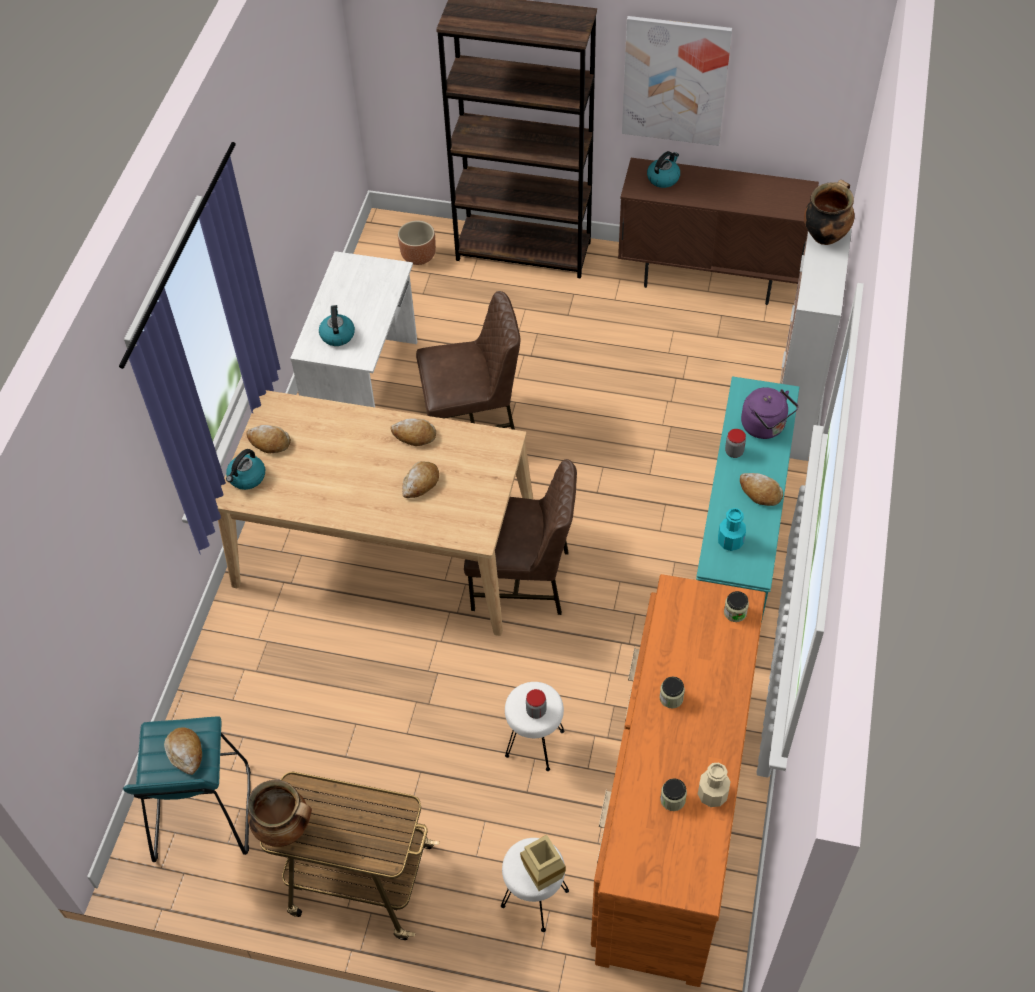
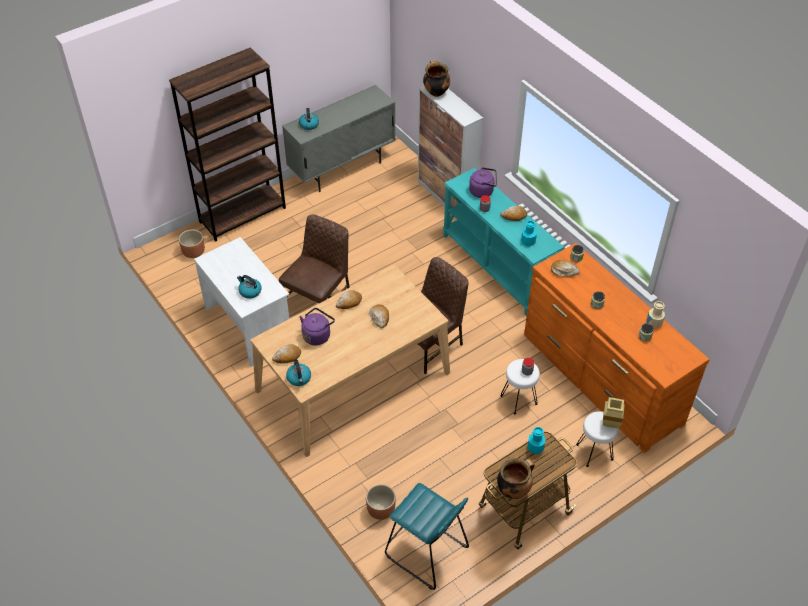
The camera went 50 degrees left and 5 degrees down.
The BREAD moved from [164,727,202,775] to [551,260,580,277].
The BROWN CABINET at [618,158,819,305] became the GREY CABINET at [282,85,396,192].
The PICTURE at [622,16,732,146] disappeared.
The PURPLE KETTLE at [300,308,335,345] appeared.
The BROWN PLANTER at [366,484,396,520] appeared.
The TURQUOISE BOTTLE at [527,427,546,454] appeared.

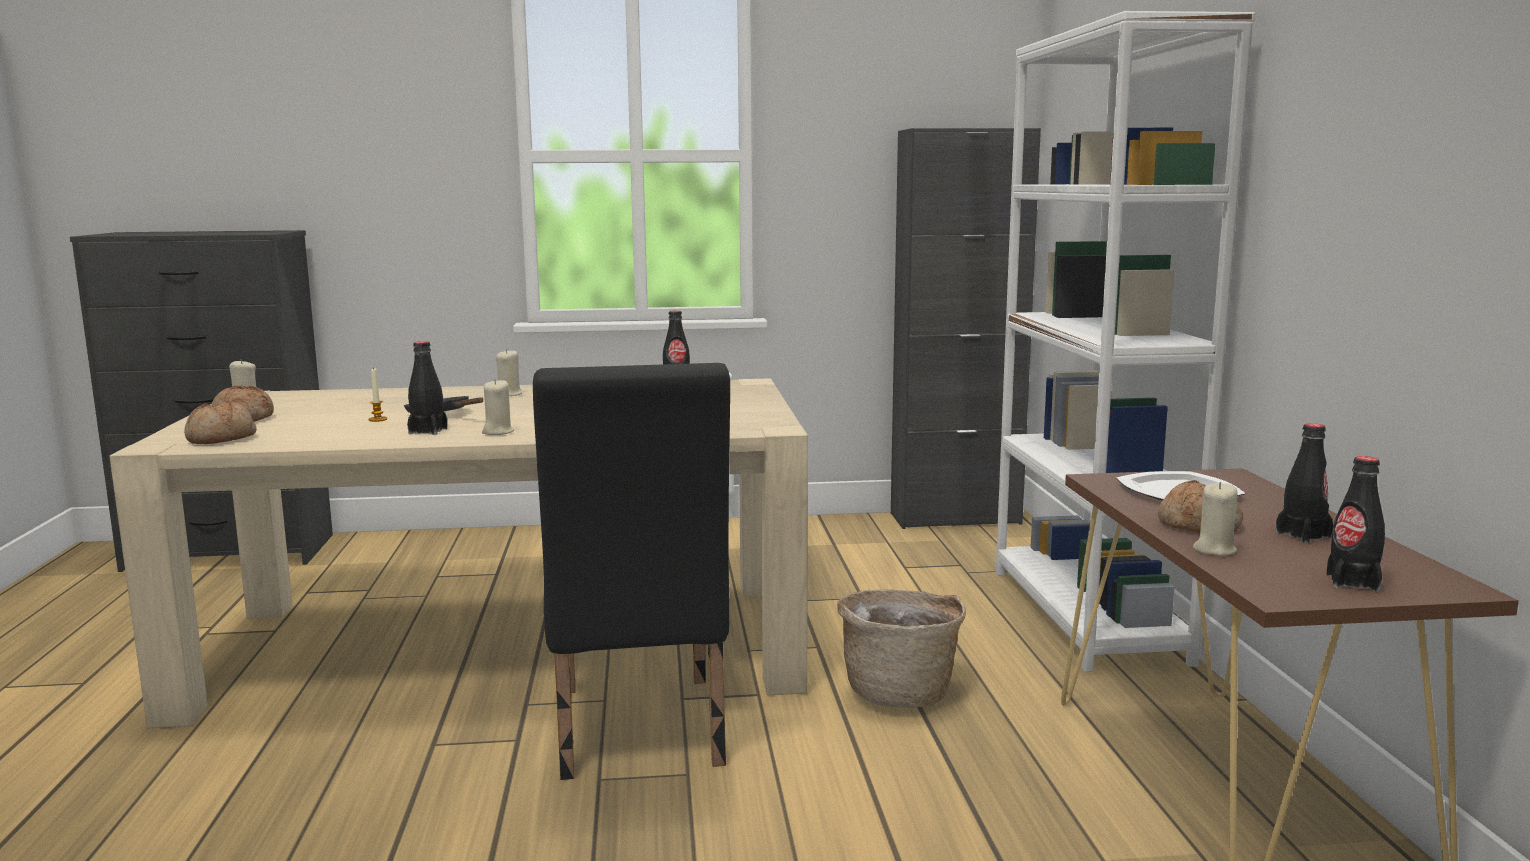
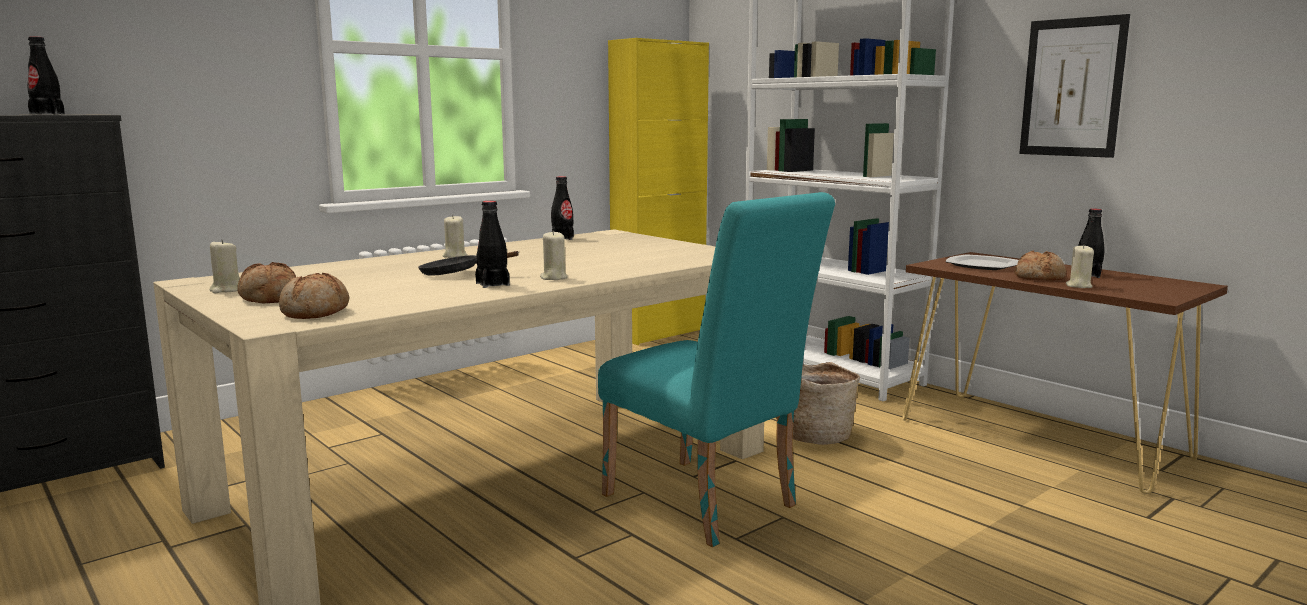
The camera went 35 degrees left and 0 degrees up.
The CANDLE at [368,367,387,422] disappeared.
The BLACK CHAIR at [533,363,730,780] became the TURQUOISE CHAIR at [598,192,835,547].
The BLACK CABINET at [891,128,1041,529] became the YELLOW CABINET at [608,38,709,345].
The BLACK BOTTLE moved from [1326,456,1385,592] to [27,36,65,114].
The PICTURE at [1019,14,1130,158] appeared.

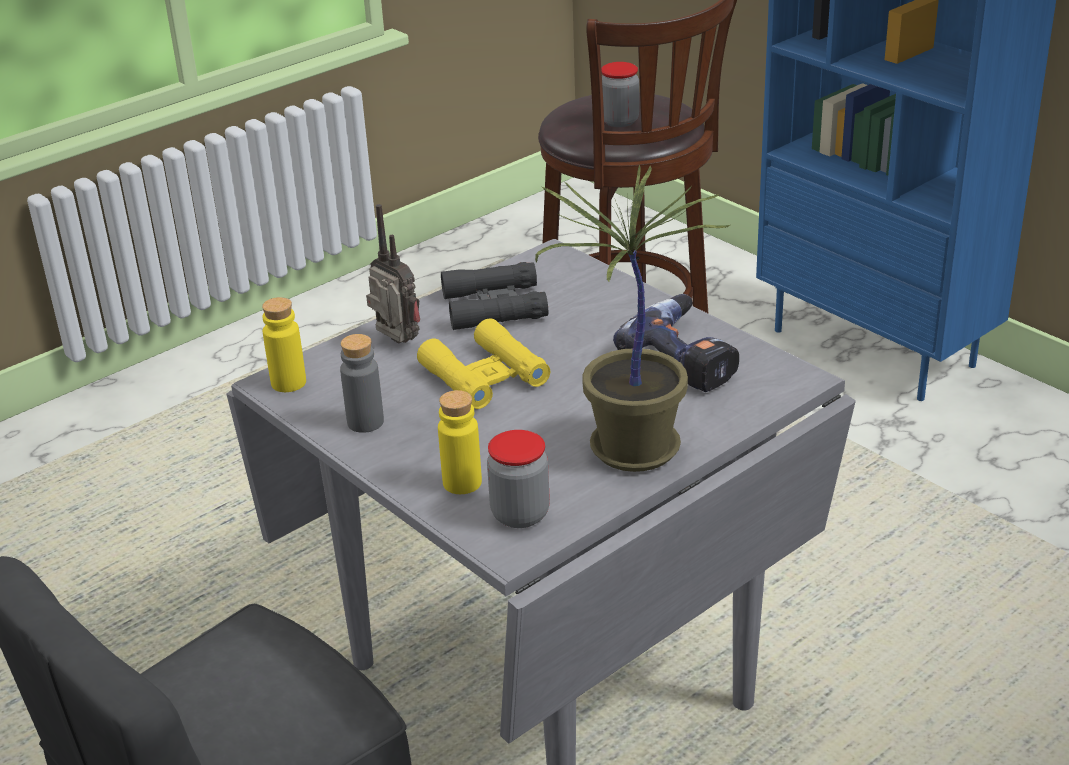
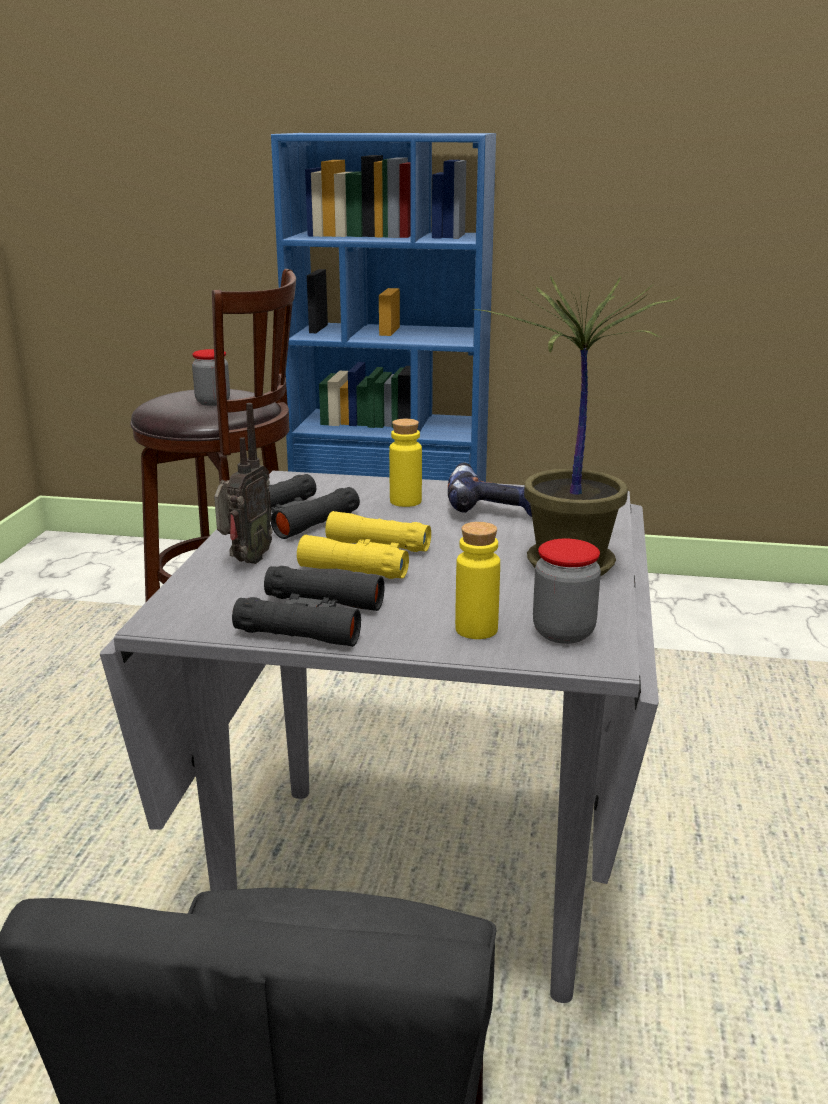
The camera went 40 degrees left and 10 degrees down.
The YELLOW BOTTLE moved from [262,297,306,392] to [389,419,422,507].
The GREY BOTTLE at [340,334,384,433] was replaced by the BLACK BINOCULARS at [232,566,384,647].
The RADIO at [366,204,420,343] turned 105 degrees clockwise.

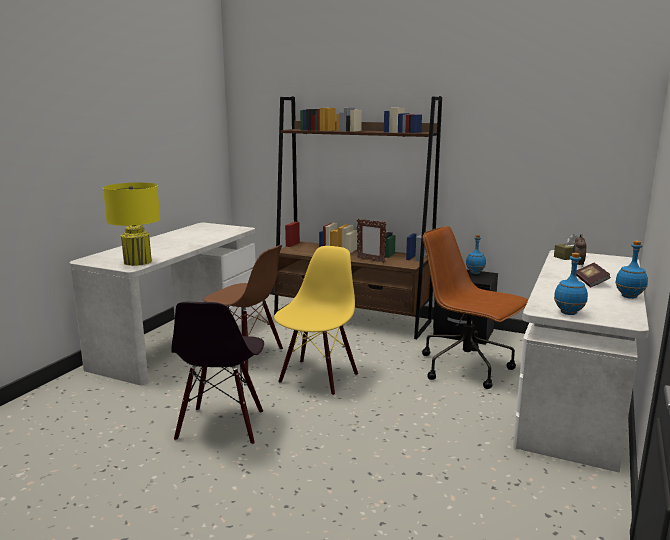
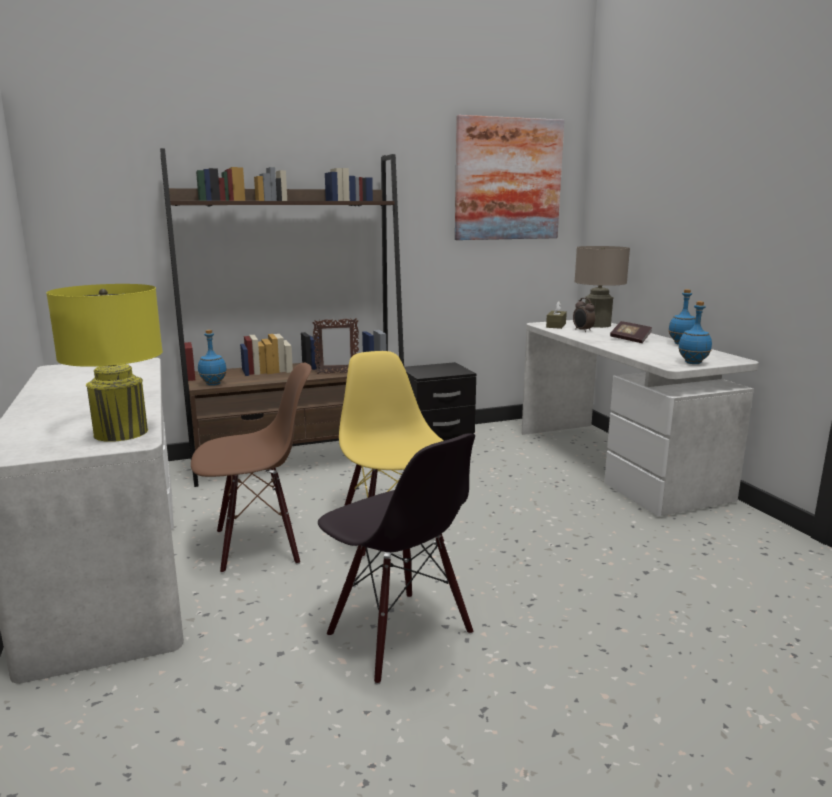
The camera went 45 degrees left and 0 degrees up.
The BROWN OFFICE CHAIR at [422,226,528,389] disappeared.
The BLUE BOTTLE moved from [466,235,486,274] to [198,330,227,386].
The PICTURE at [455,115,564,240] appeared.
The BEIGE TABLE LAMP at [574,246,630,328] appeared.

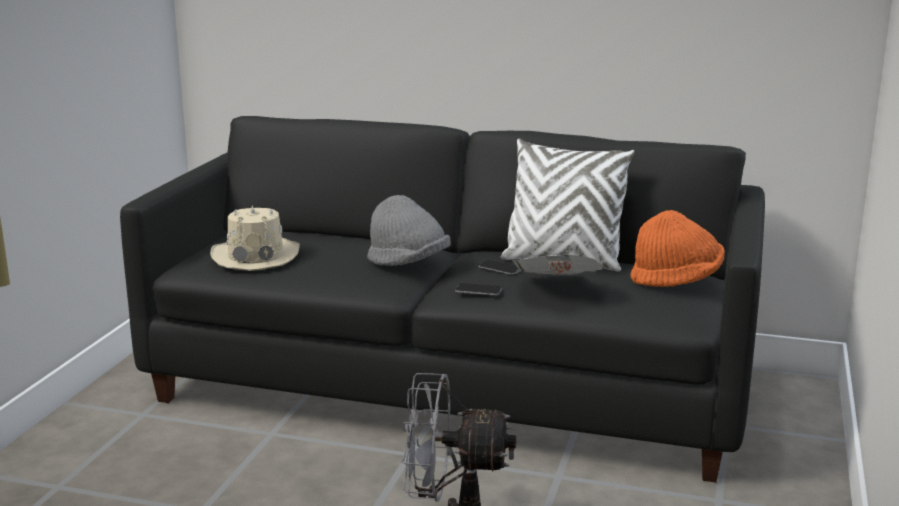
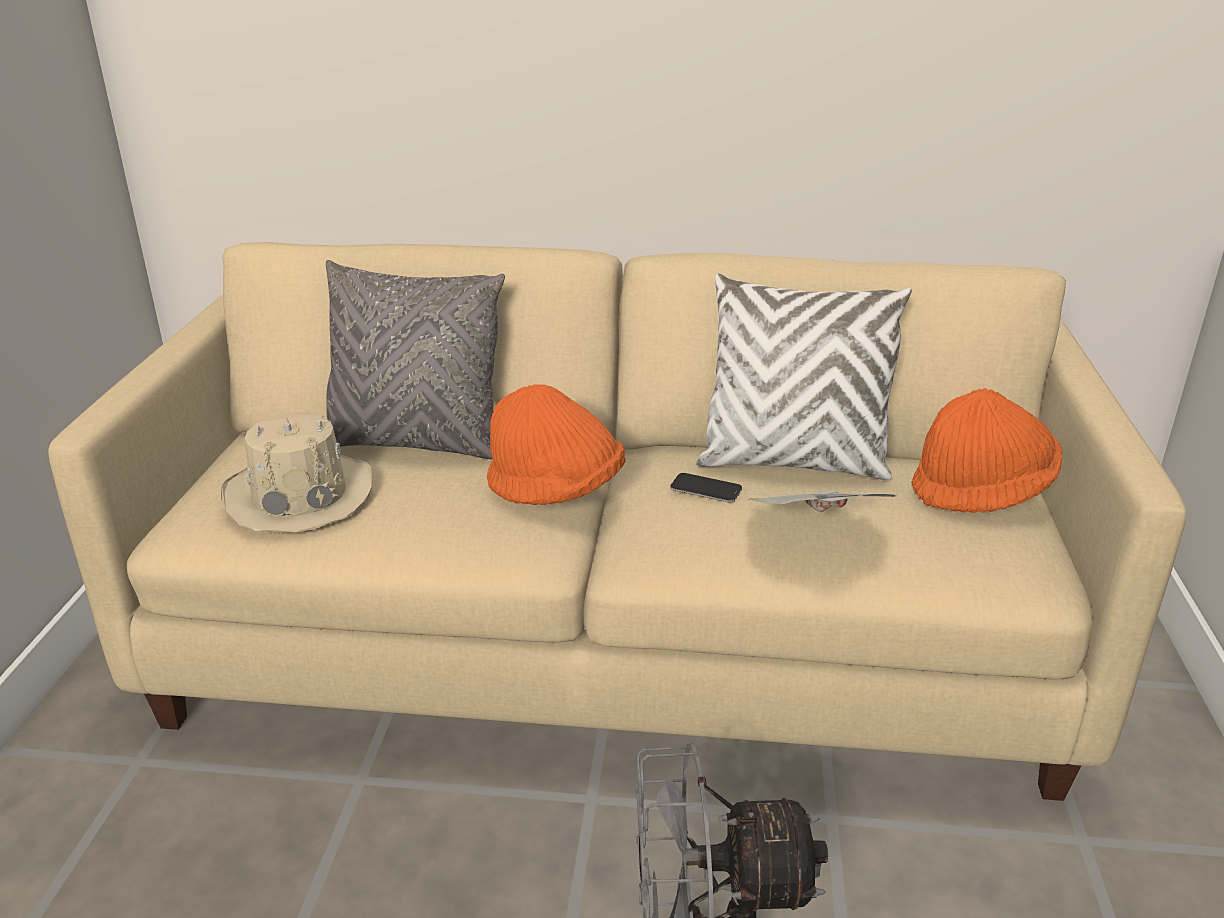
The camera went 10 degrees left and 10 degrees up.
The BLACK SOFA at [120,116,765,483] became the BEIGE SOFA at [48,242,1186,801].
The GREY HAT at [367,195,451,266] became the ORANGE HAT at [486,384,626,505].
The PHONE at [455,283,502,295] disappeared.
The GREY PILLOW at [326,260,505,460] appeared.

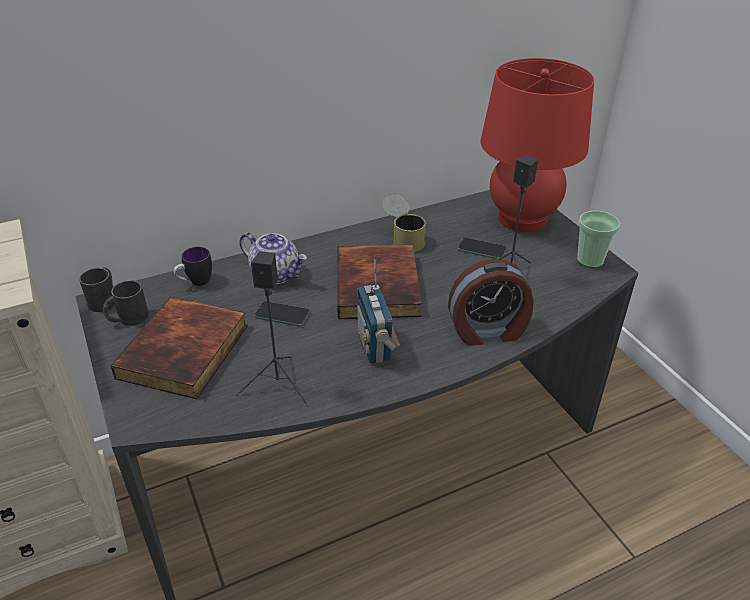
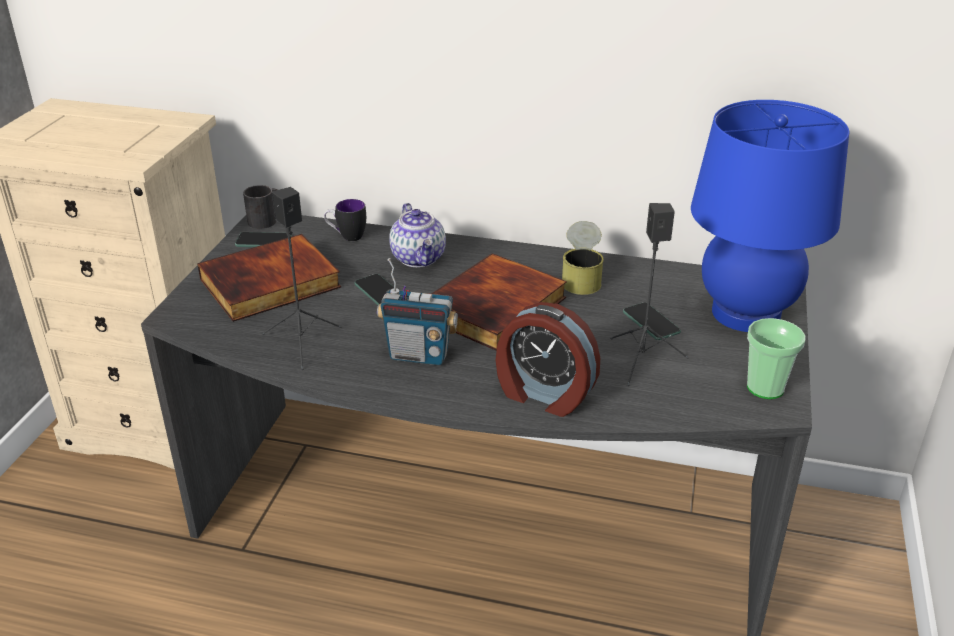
The camera went 40 degrees right and 5 degrees down.
The BLACK MUG at [103,280,149,326] was replaced by the PHONE at [235,232,292,247].
The RADIO at [357,259,400,363] turned 105 degrees counterclockwise.
The RED TABLE LAMP at [481,58,594,232] became the BLUE TABLE LAMP at [691,100,849,332].

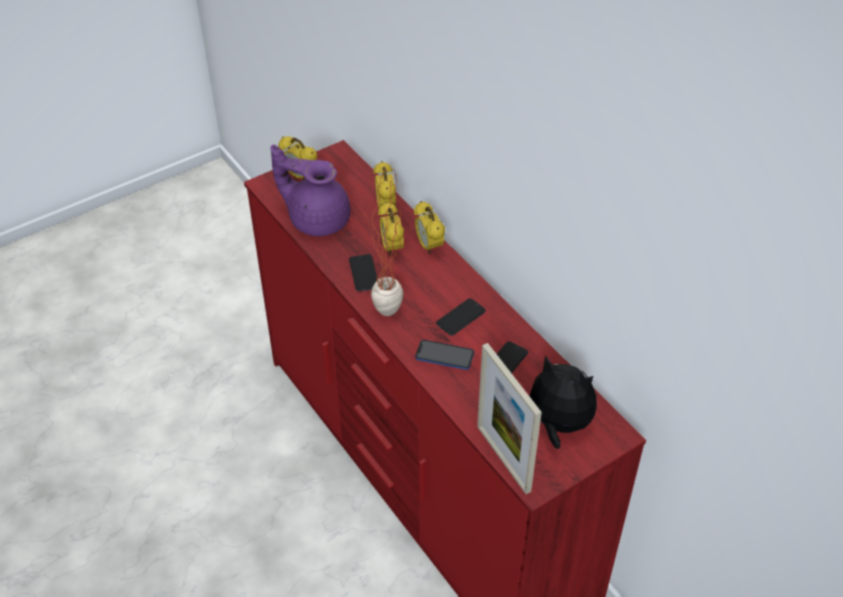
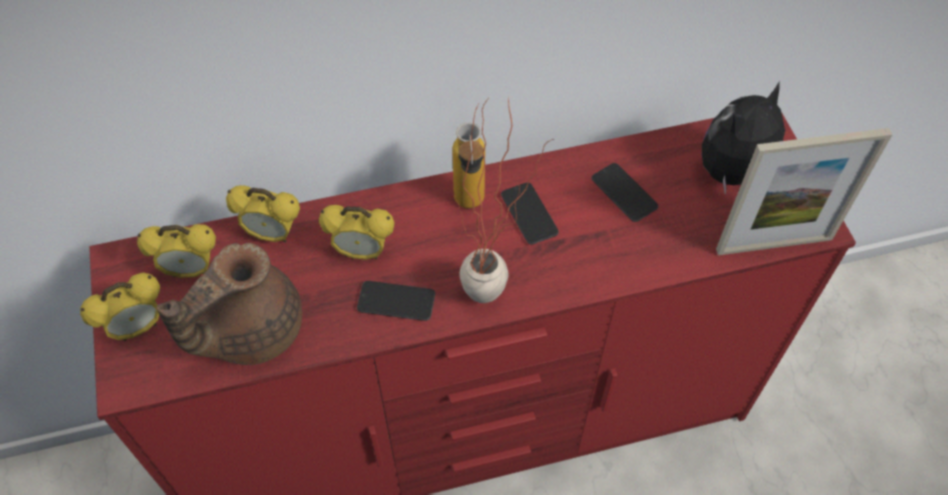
The camera went 70 degrees left and 10 degrees up.
The PURPLE TEAPOT at [270,145,351,236] became the BROWN TEAPOT at [156,243,302,365].
The ALARM CLOCK moved from [414,201,445,254] to [137,224,216,278].
The PHONE at [415,340,474,370] disappeared.
The BOTTLE at [452,122,485,208] appeared.

